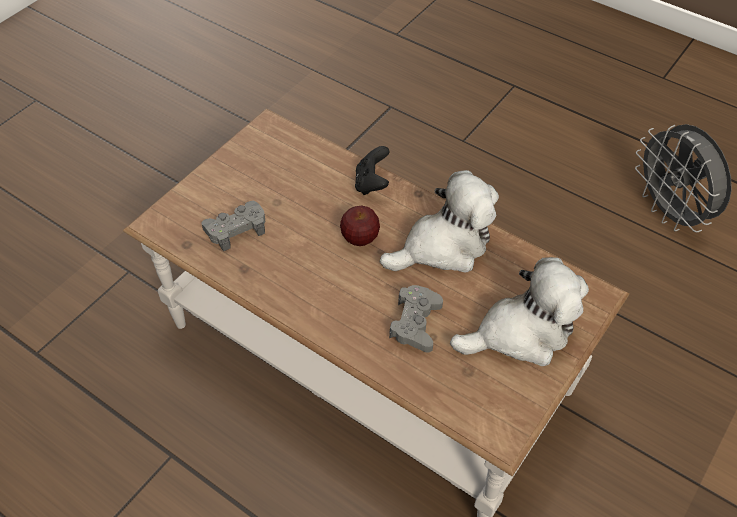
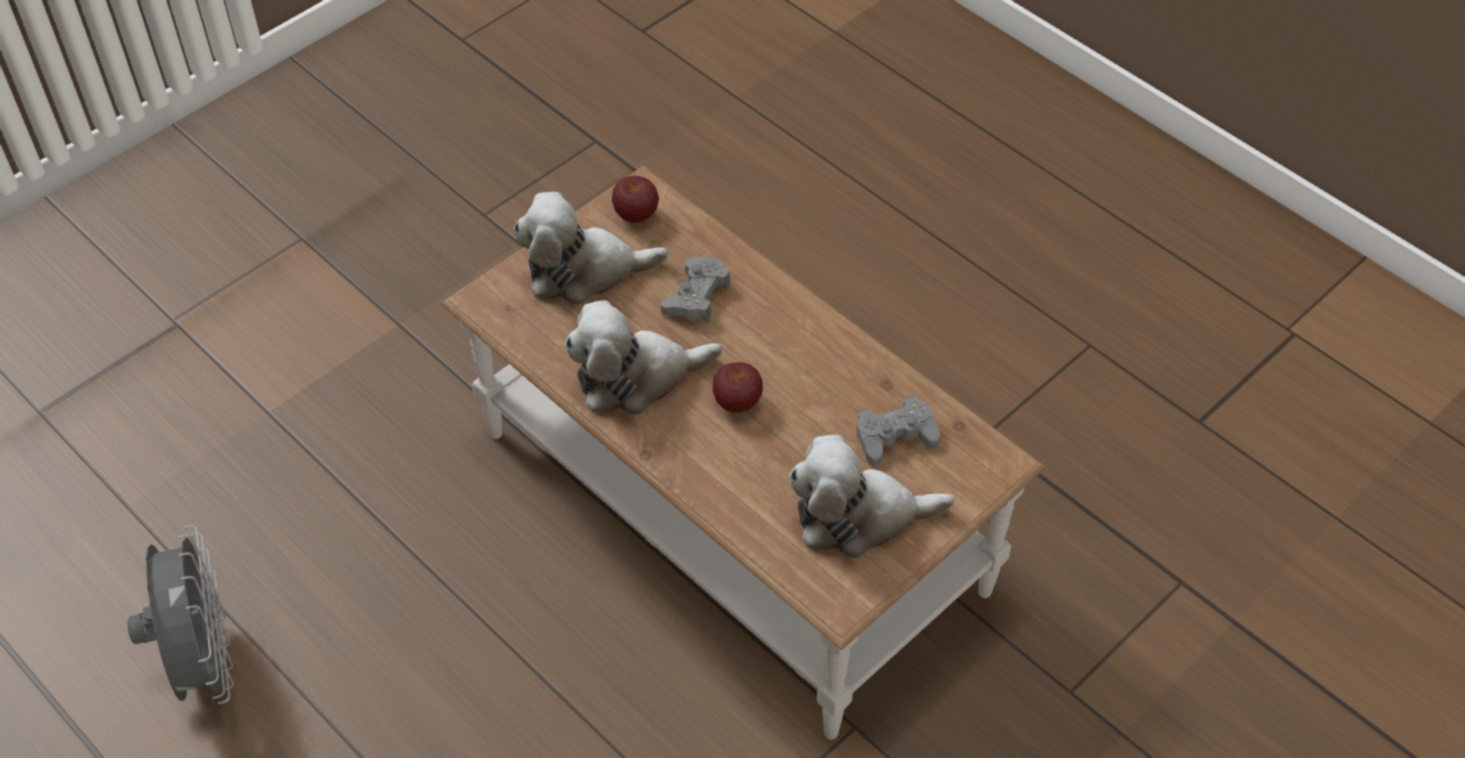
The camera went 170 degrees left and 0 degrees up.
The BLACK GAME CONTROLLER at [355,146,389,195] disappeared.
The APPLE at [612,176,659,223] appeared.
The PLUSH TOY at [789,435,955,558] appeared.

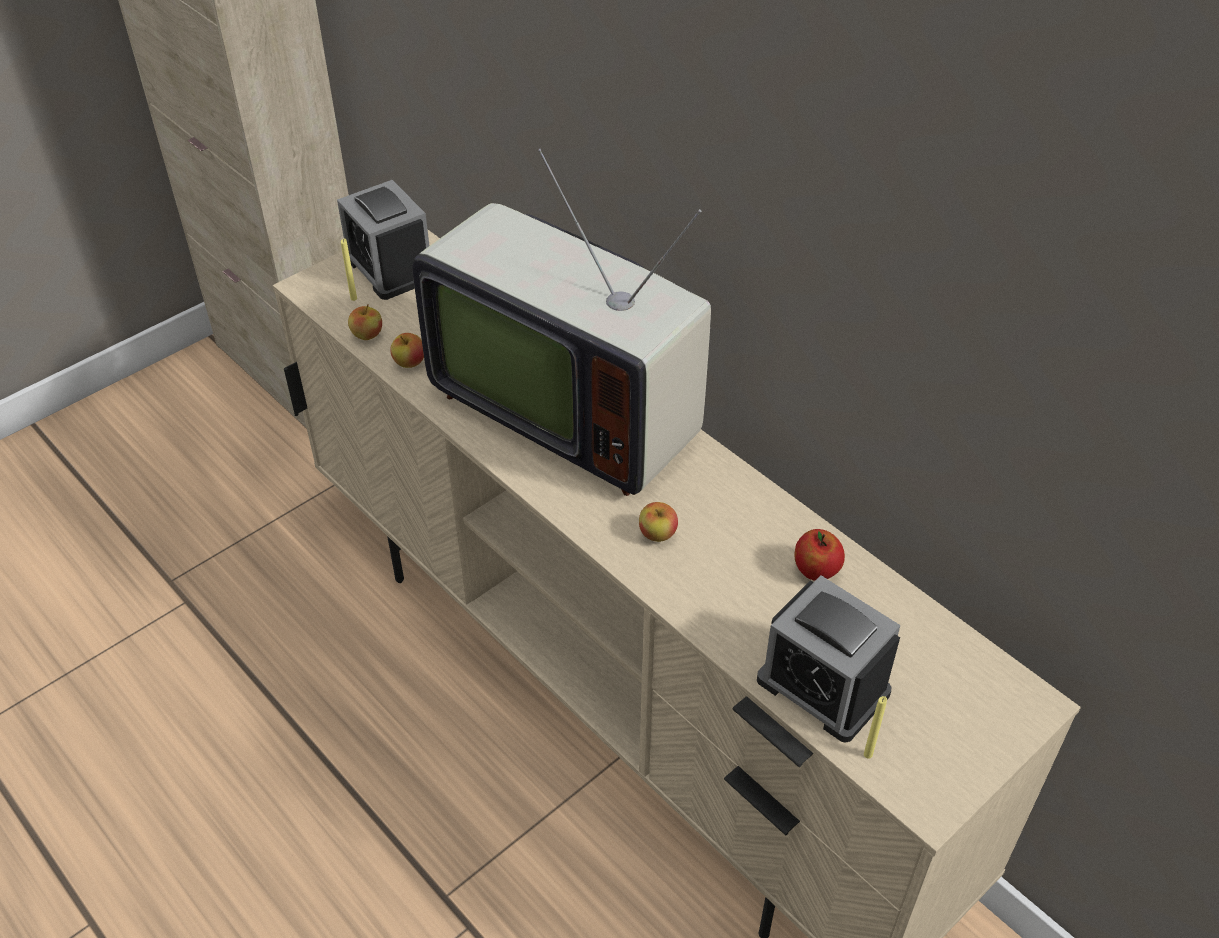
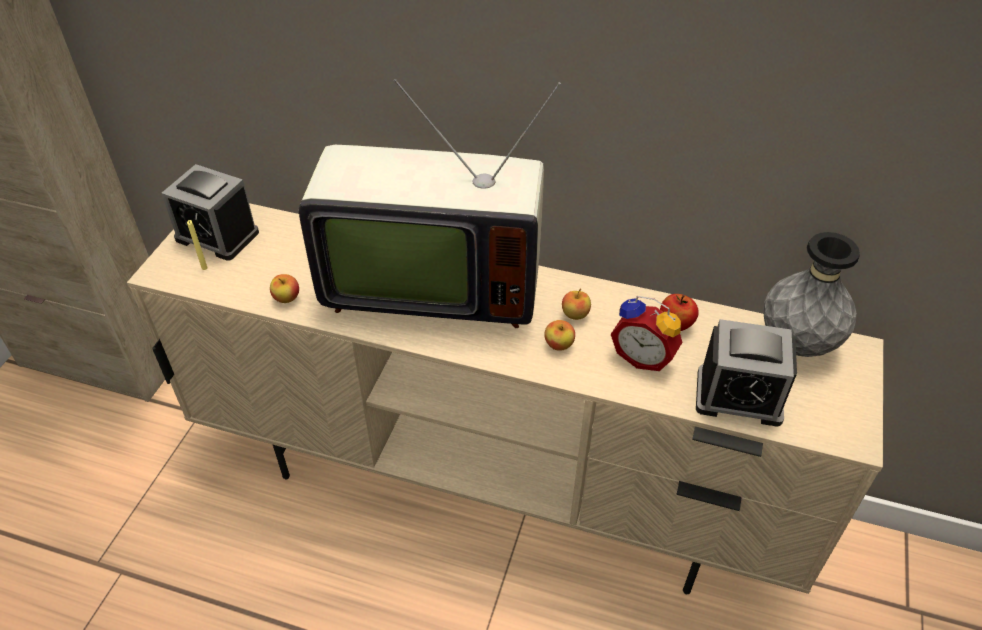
The camera went 30 degrees left and 0 degrees up.
The APPLE moved from [348,304,382,340] to [562,289,591,320].
The YELLOW CANDLE at [864,696,887,759] disappeared.
The ALARM CLOCK at [611,296,682,371] appeared.
The GREY VASE at [763,232,860,357] appeared.

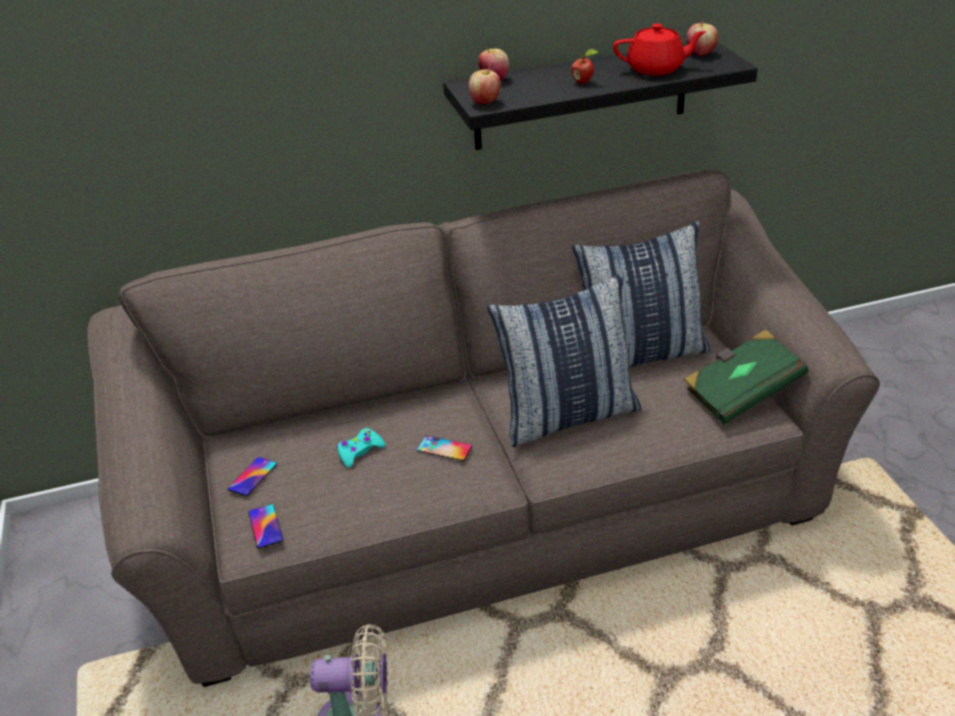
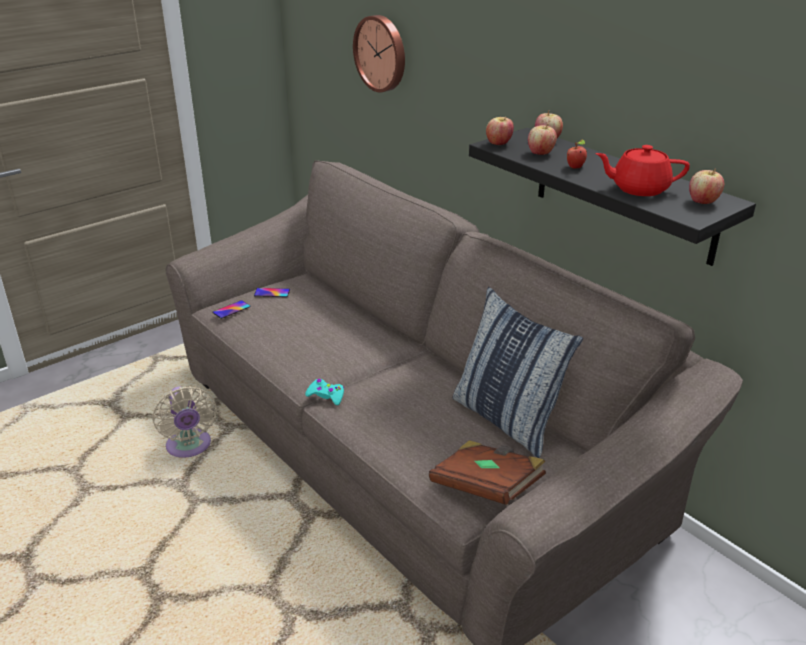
The camera went 65 degrees right and 5 degrees down.
The TURQUOISE GAME CONTROLLER moved from [337,428,385,468] to [305,379,344,405].
The PHONE at [417,436,472,461] disappeared.
The PILLOW at [487,273,641,447] disappeared.
The RED TEAPOT at [613,23,707,76] turned 120 degrees clockwise.
The GREEN BOOK at [684,329,808,424] became the BROWN BOOK at [429,440,546,505].
The WALL CLOCK at [353,15,405,92] appeared.
The APPLE at [528,124,557,155] appeared.

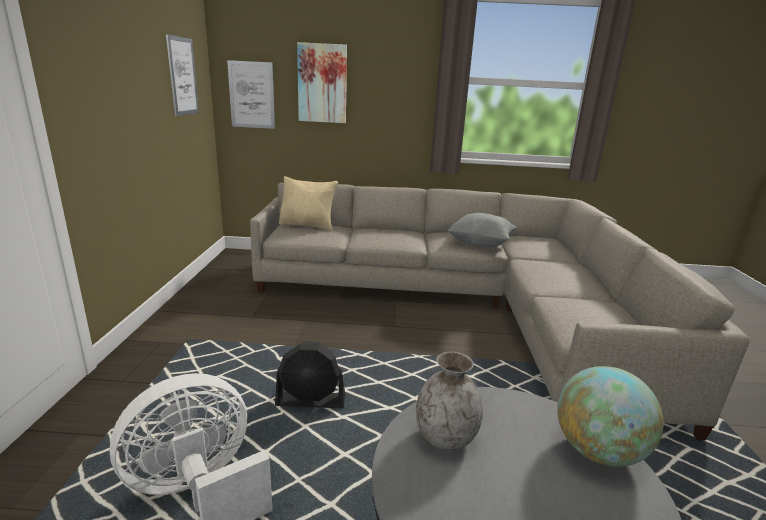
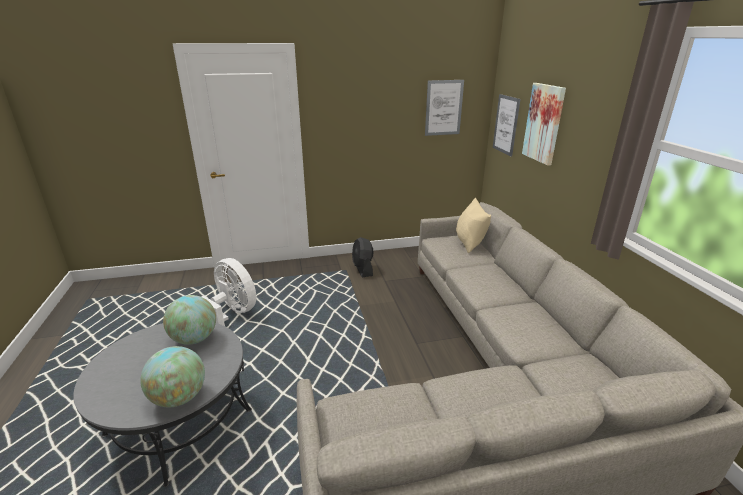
The camera went 75 degrees right and 5 degrees up.
The BLACK FAN moved from [275,342,345,408] to [352,237,374,277].
The GREY VASE at [416,352,483,450] was replaced by the GLOBE at [163,295,216,345].
The GREY PILLOW at [448,213,517,247] disappeared.

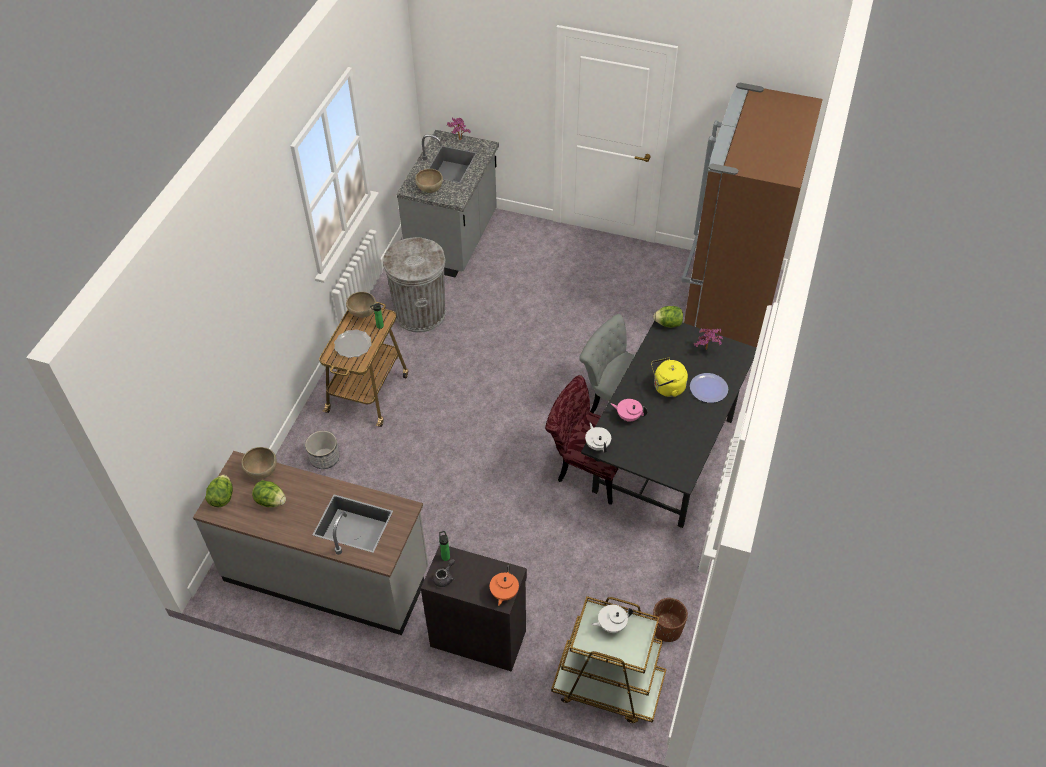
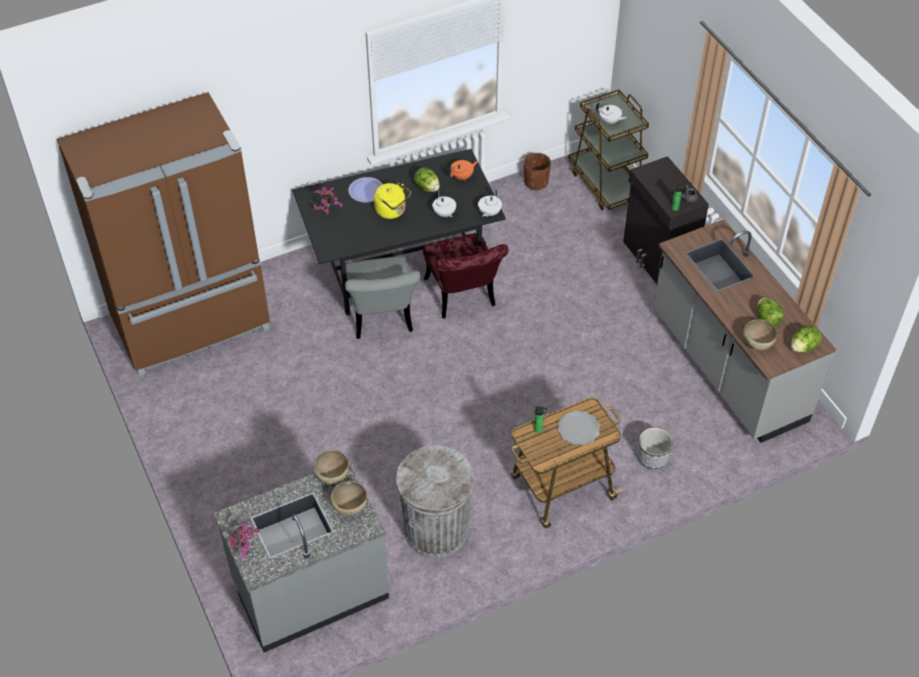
The camera went 135 degrees left and 0 degrees up.
The BROWN BOWL moved from [346,292,376,318] to [313,450,350,484].
The ORANGE TEAPOT moved from [490,566,519,606] to [448,160,478,180].
The PINK TEAPOT at [611,399,648,421] became the WHITE TEAPOT at [432,191,456,218].
The LETTUCE moved from [653,306,683,328] to [414,167,440,192].

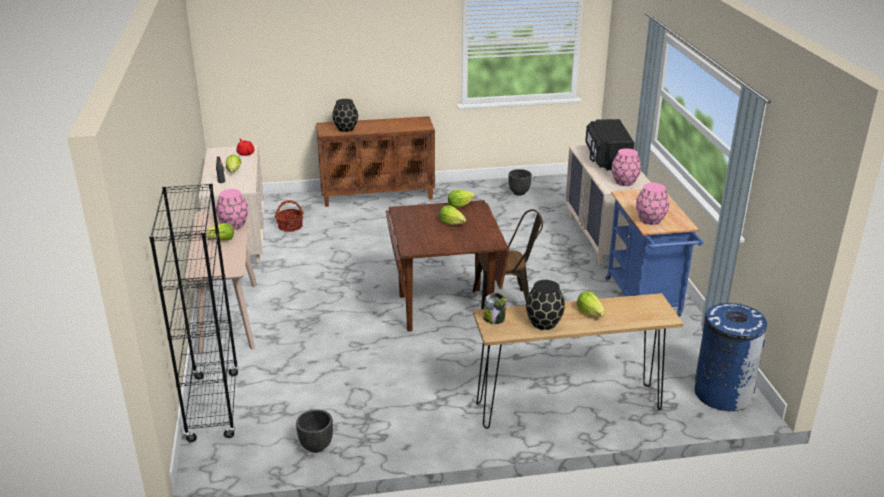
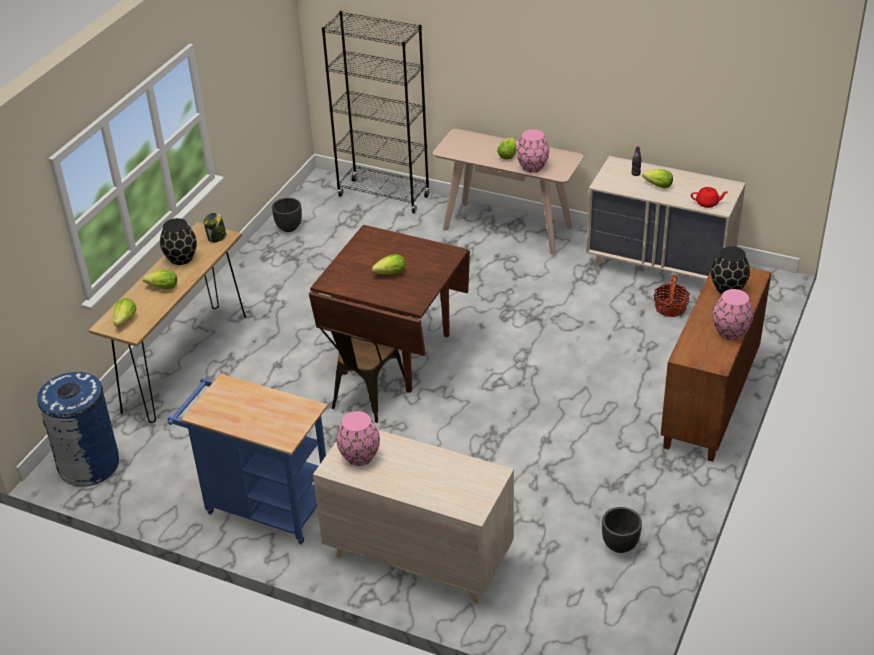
The camera went 125 degrees right and 10 degrees up.
The LETTUCE moved from [448,190,475,208] to [114,298,137,327].
The BLACK MICROWAVE at [585,119,634,170] disappeared.
The PINK VASE moved from [636,183,669,225] to [713,289,753,340].

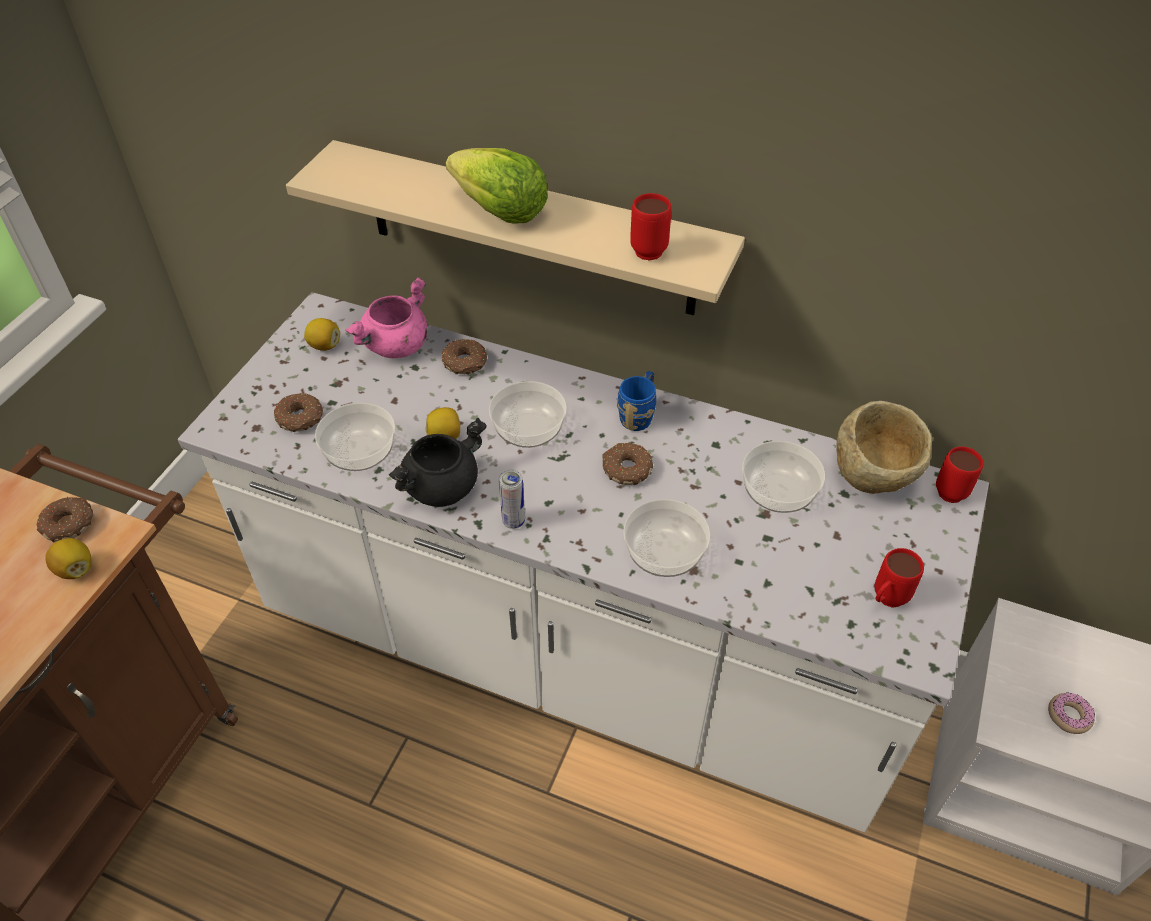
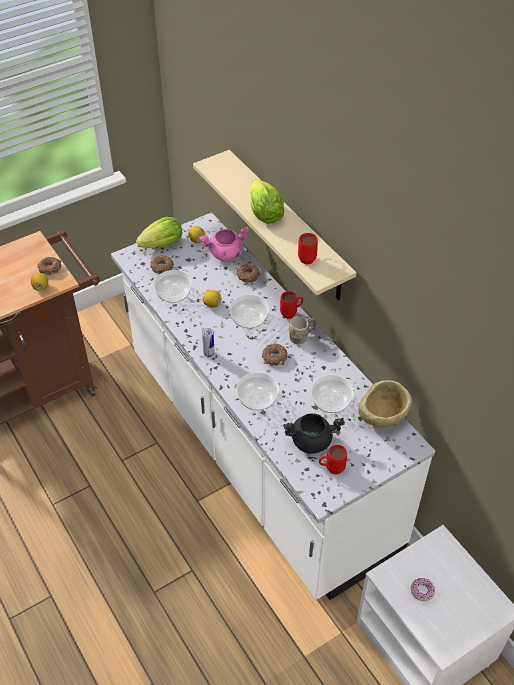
The camera went 35 degrees right and 0 degrees up.
The BLACK COOKING POT moved from [389,418,487,507] to [283,413,345,454].
The BLUE MUG at [617,371,656,431] became the GREY MUG at [289,316,317,344].
The RED MUG moved from [936,447,983,503] to [280,291,303,319].
The LETTUCE at [136,217,182,248] appeared.

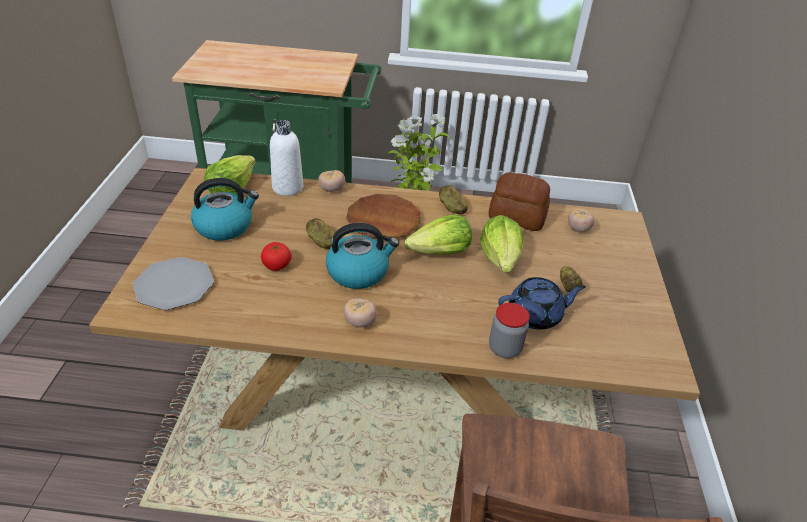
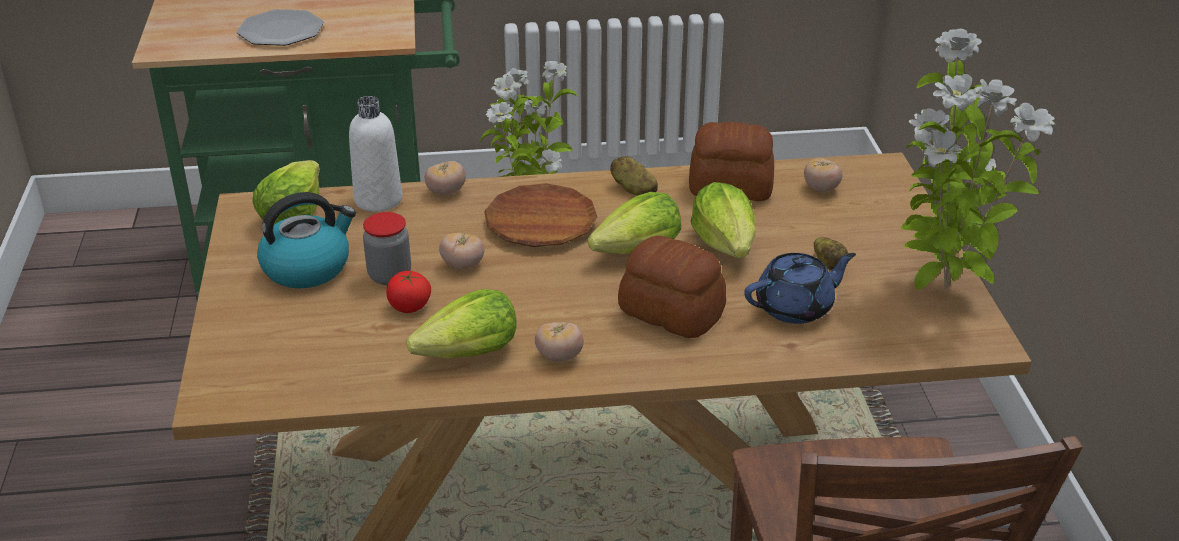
The camera went 10 degrees left and 5 degrees down.
The PLATE moved from [133,257,214,310] to [237,9,324,46].
The POTATO at [306,218,335,249] was replaced by the TOMATO at [439,233,484,270].
The KETTLE at [326,223,399,289] disappeared.
The JAR moved from [489,303,530,358] to [363,212,411,285].
The LETTUCE at [406,289,517,358] appeared.
The BREAD at [618,236,726,338] appeared.
The POTTED PLANT at [901,29,1055,290] appeared.

